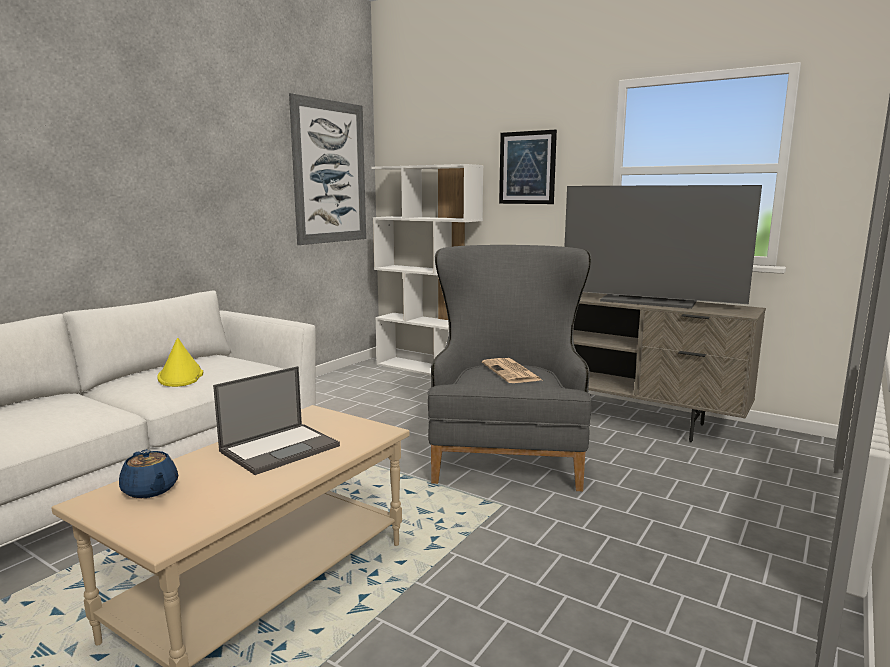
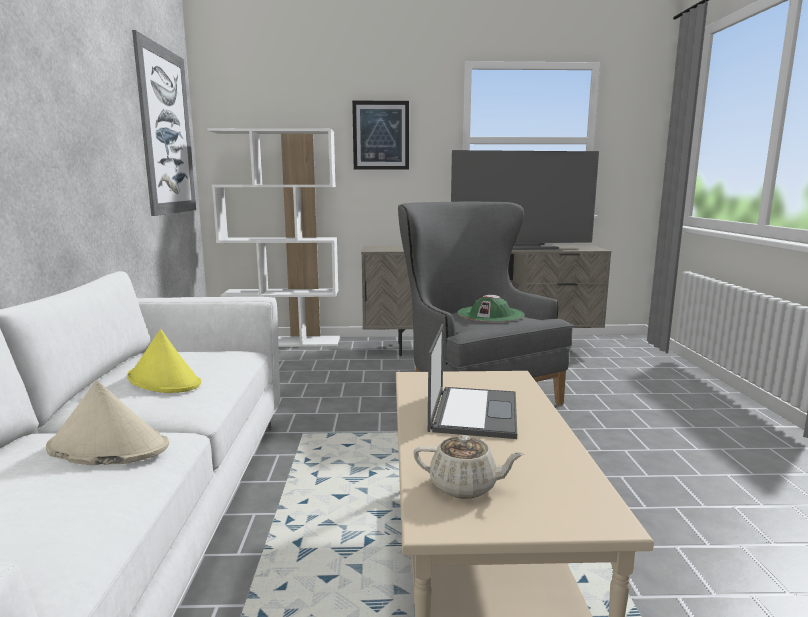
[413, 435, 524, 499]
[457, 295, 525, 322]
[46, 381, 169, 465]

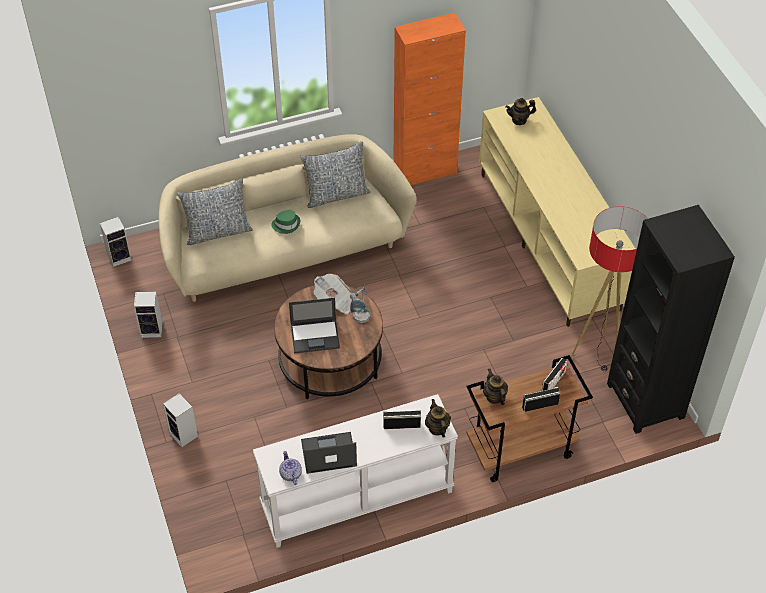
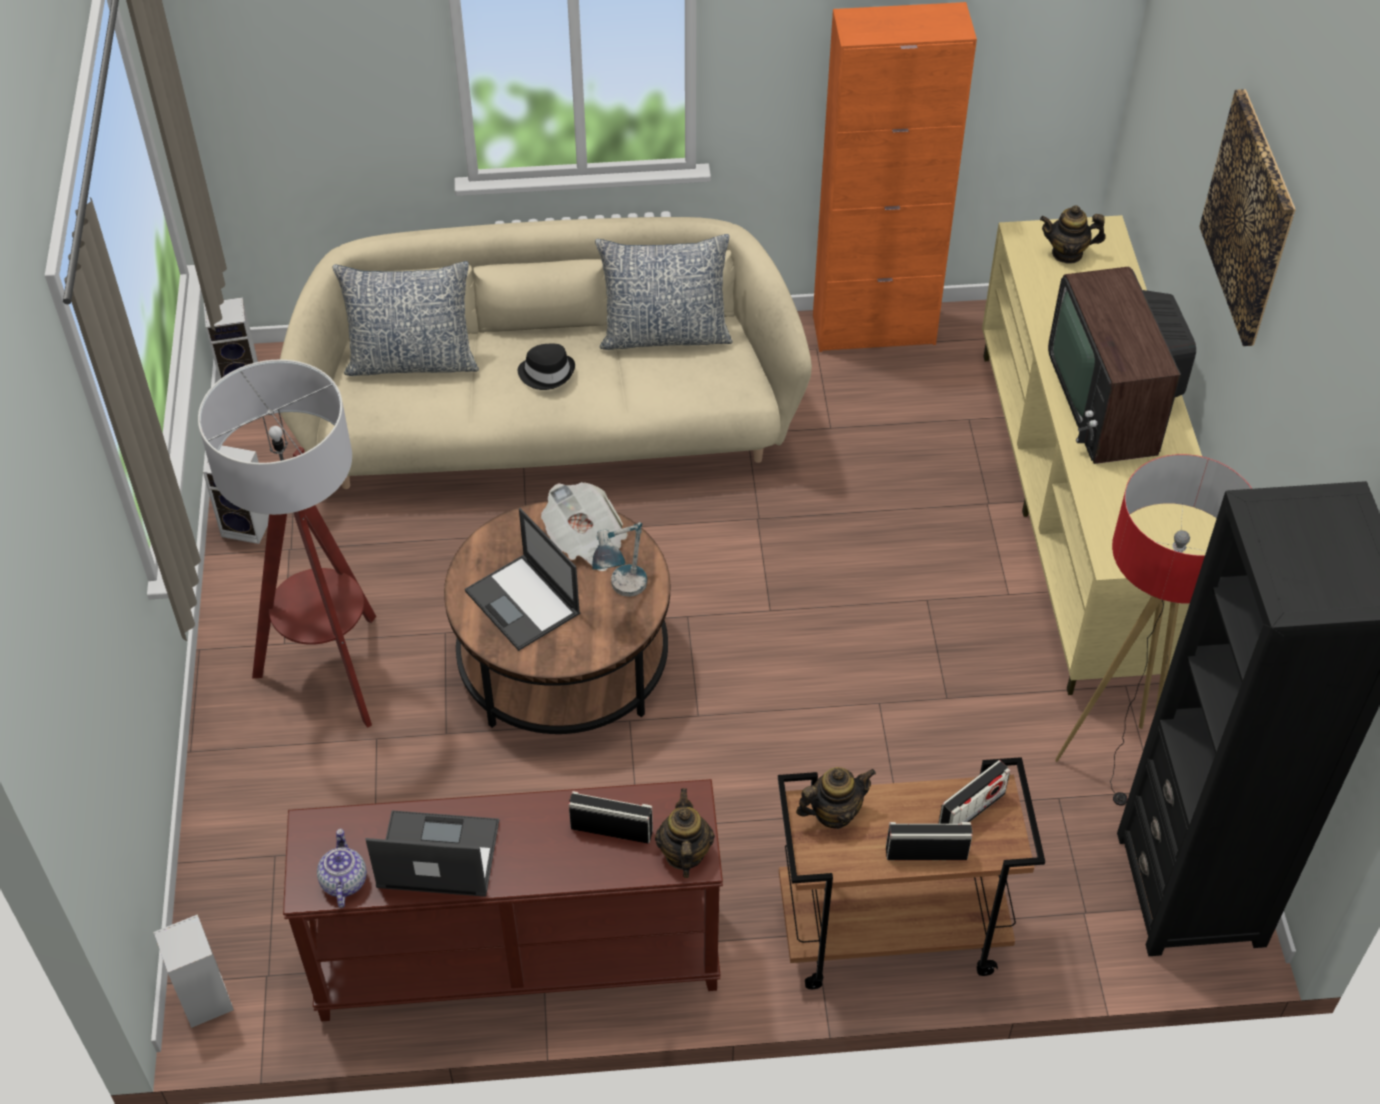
[153, 914, 234, 1028]
[283, 779, 723, 1022]
[518, 344, 575, 390]
[465, 508, 580, 651]
[796, 767, 876, 829]
[198, 360, 376, 728]
[1048, 267, 1196, 464]
[1199, 89, 1296, 346]

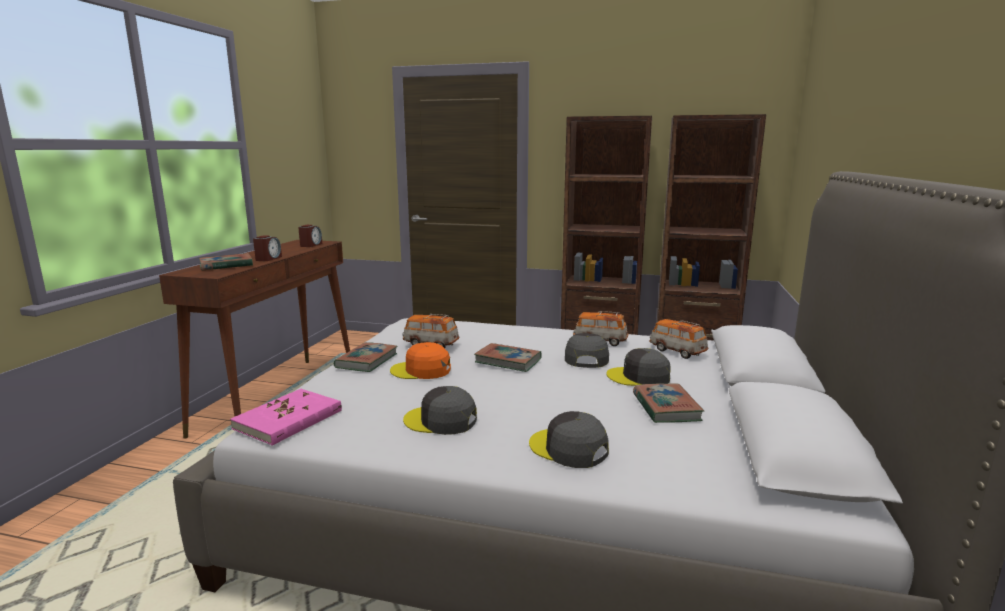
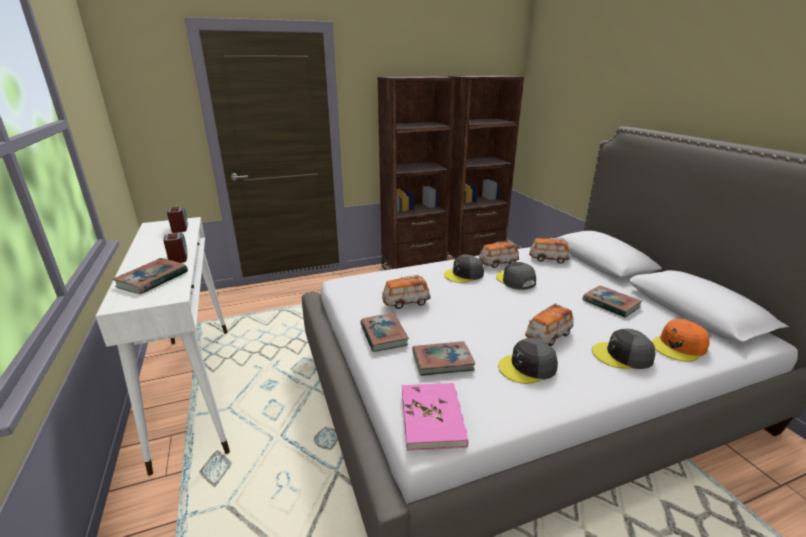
[96, 217, 230, 476]
[652, 319, 709, 362]
[412, 341, 475, 376]
[444, 255, 484, 283]
[525, 303, 573, 346]

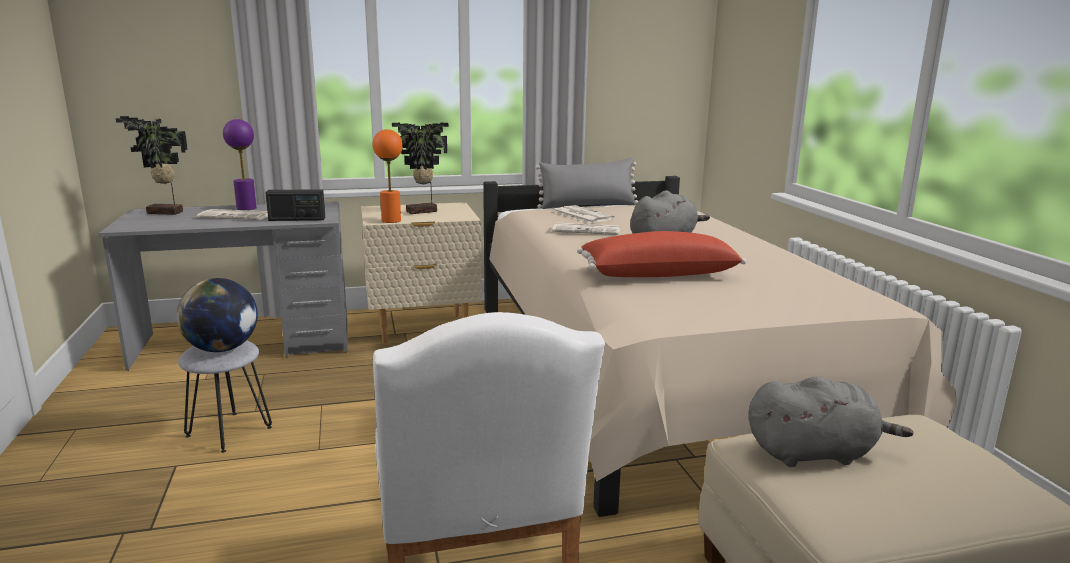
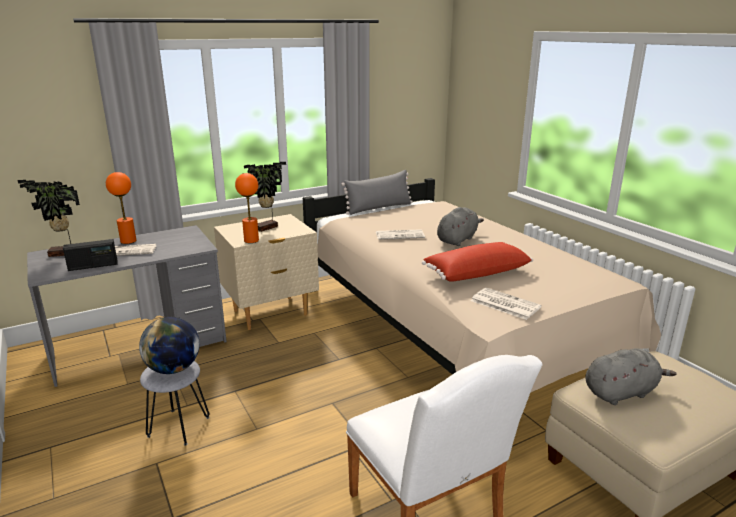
[106, 172, 136, 244]
[63, 239, 118, 271]
[471, 288, 542, 320]

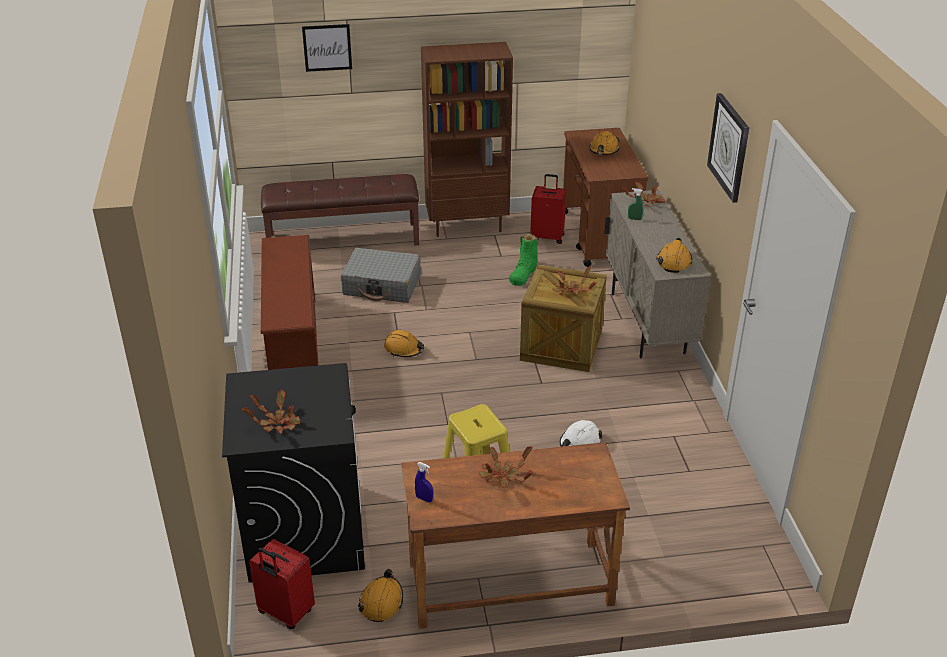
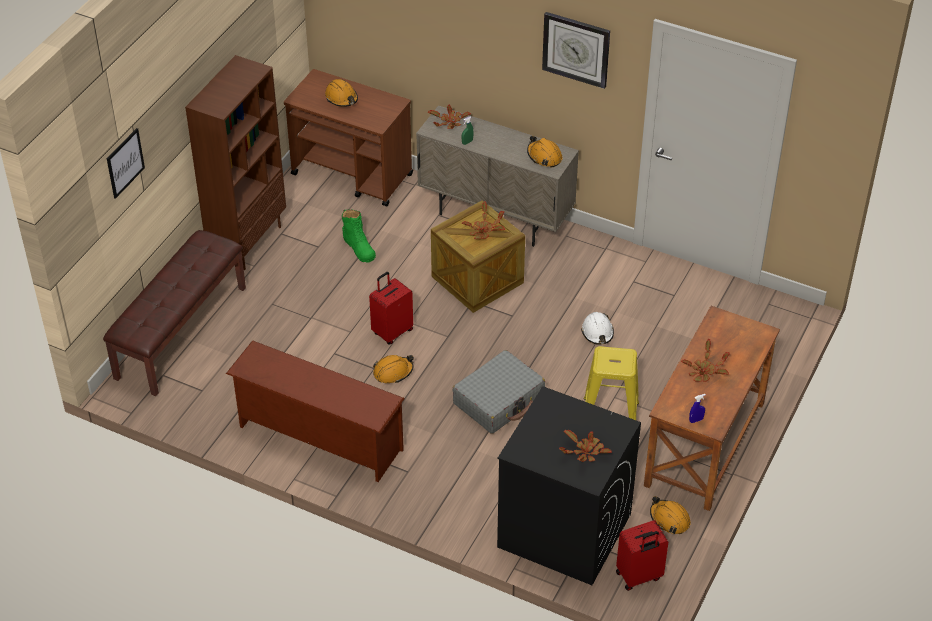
[452, 350, 545, 434]
[369, 272, 413, 345]

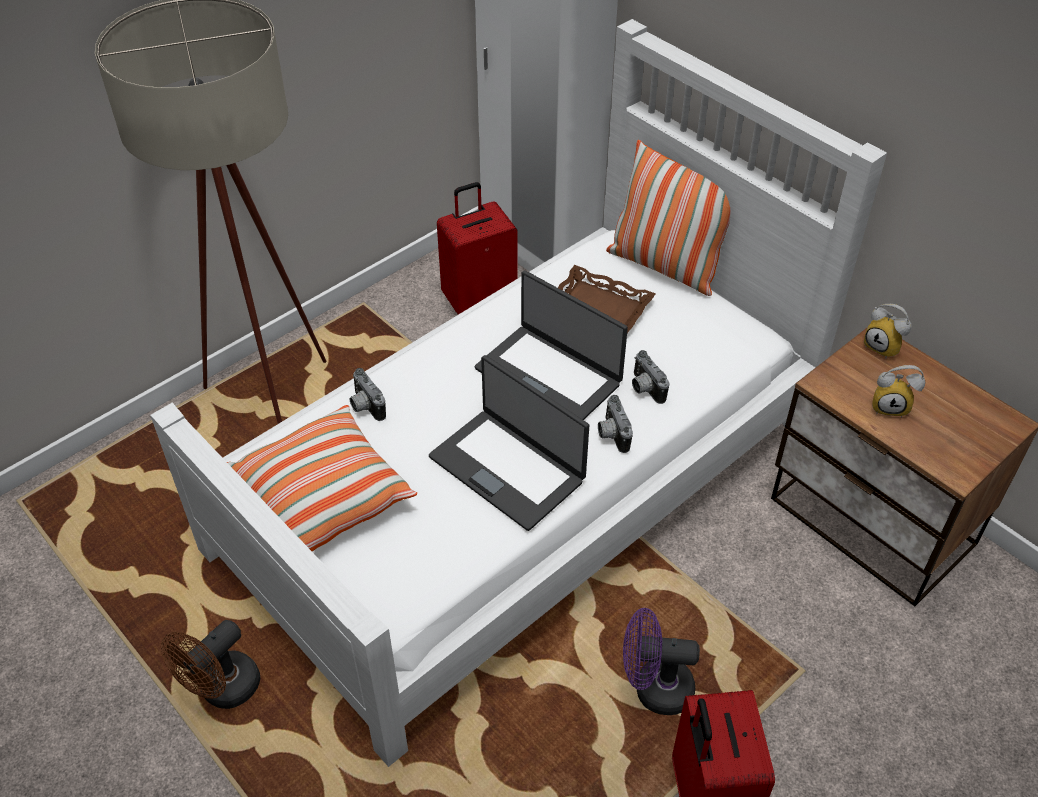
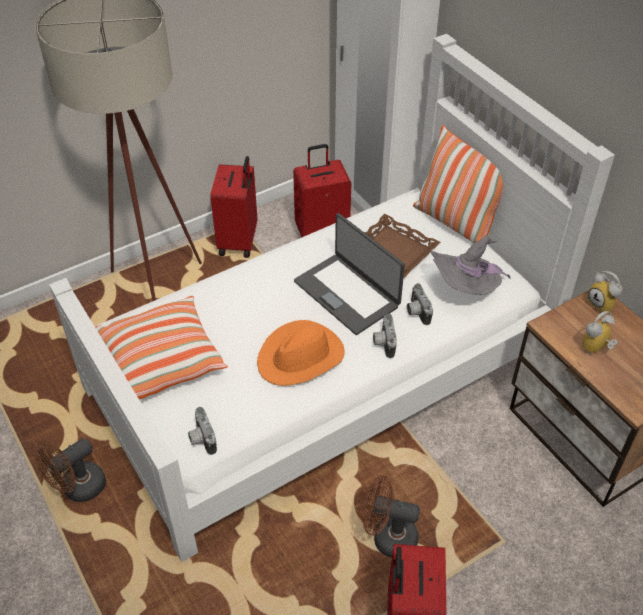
[188, 407, 217, 455]
[257, 320, 345, 386]
[362, 475, 420, 558]
[582, 311, 618, 356]
[210, 156, 257, 258]
[430, 236, 511, 295]

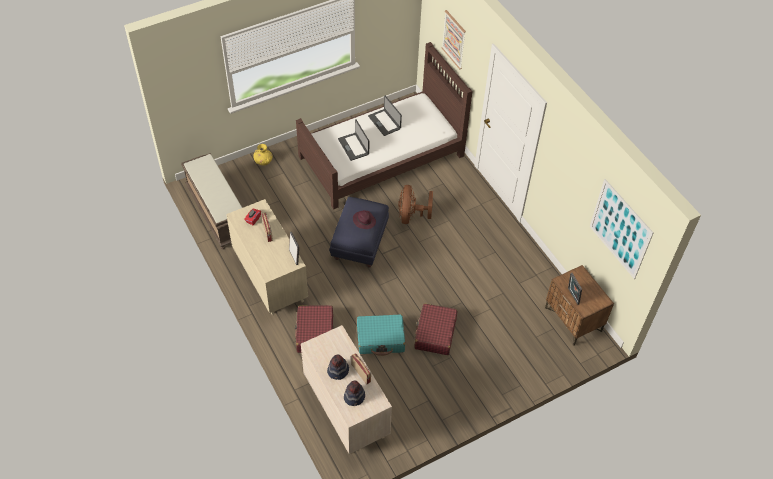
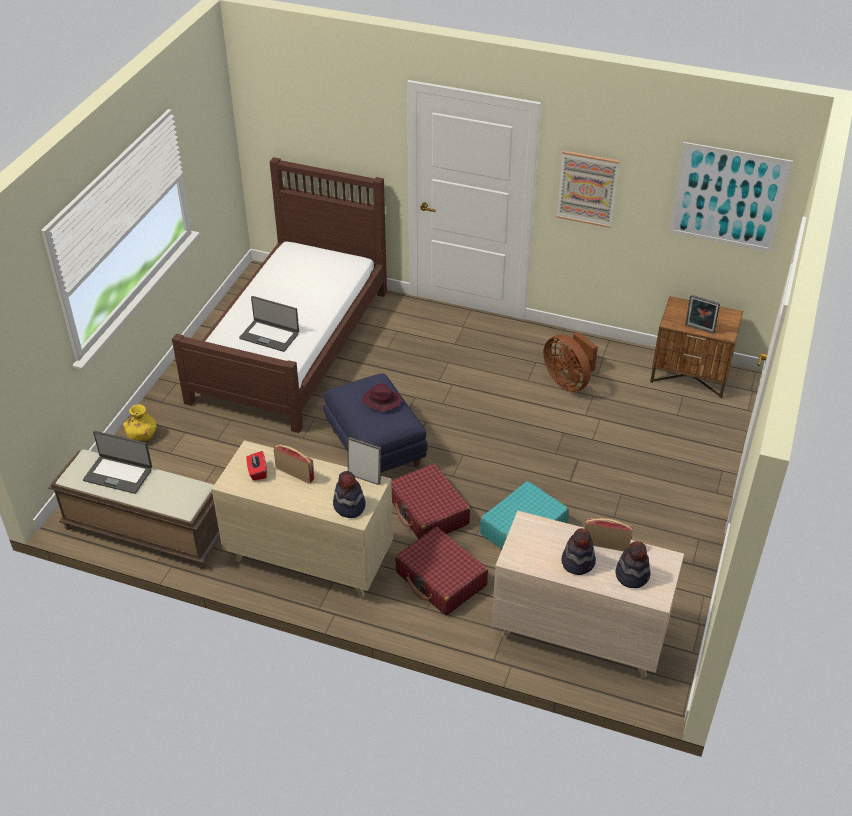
[83, 431, 152, 494]
[543, 332, 598, 392]
[391, 463, 470, 539]
[557, 151, 619, 228]
[333, 471, 366, 518]

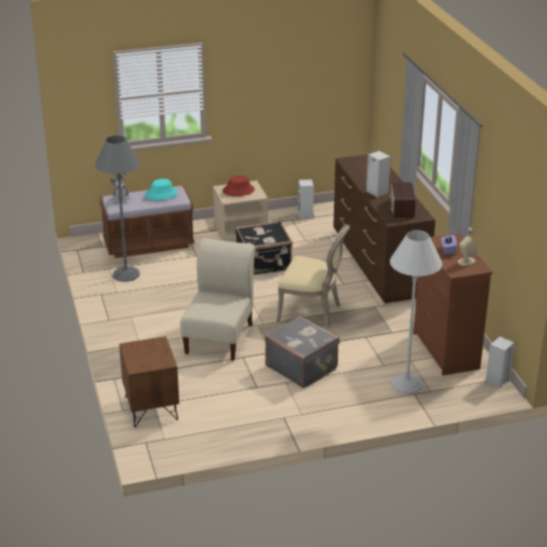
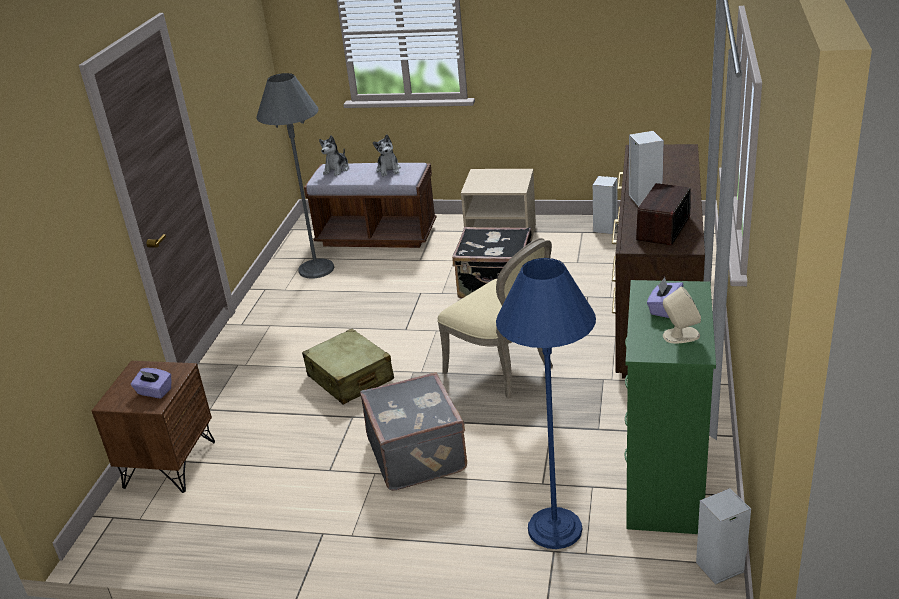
[373, 134, 401, 176]
[302, 328, 394, 404]
[223, 175, 255, 196] (first image)
[496, 258, 596, 549]
[625, 280, 716, 534]
[131, 368, 171, 399]

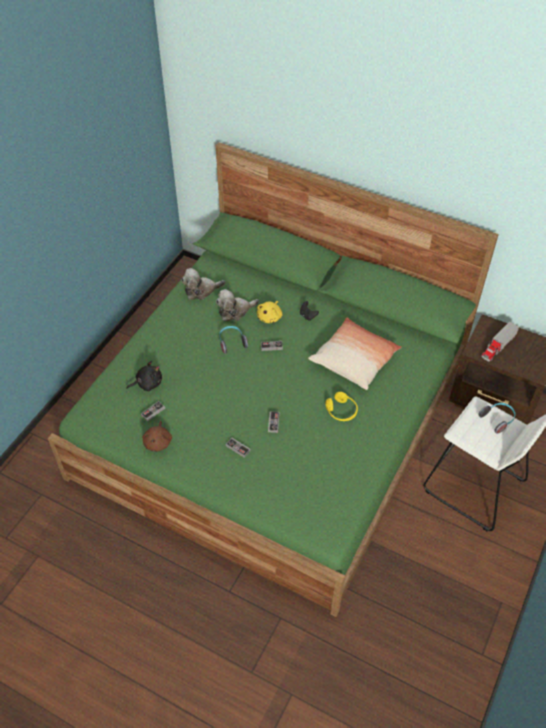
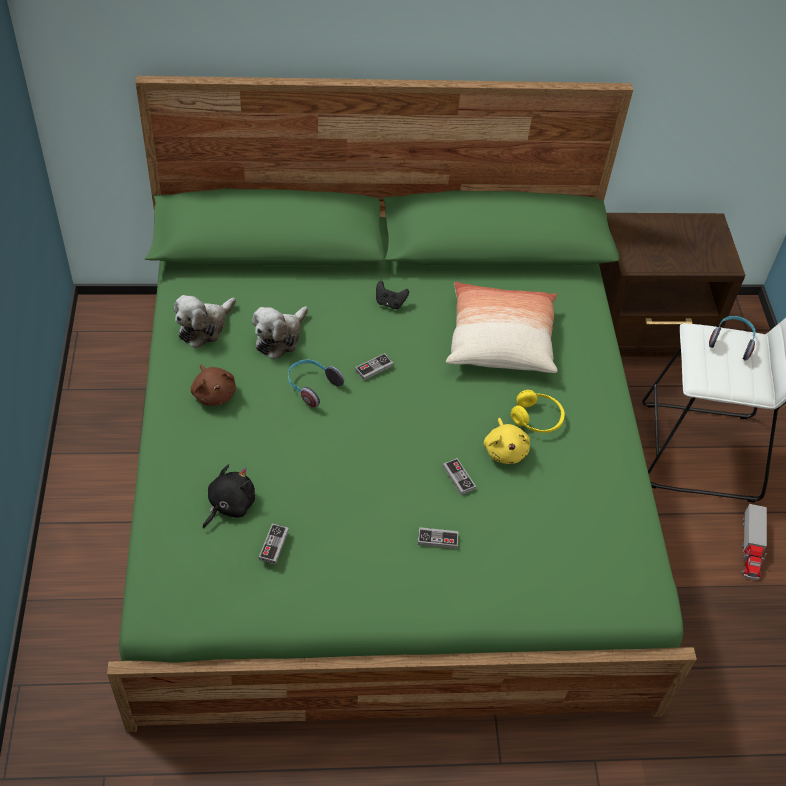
[191, 364, 236, 406]
[484, 418, 530, 464]
[742, 504, 767, 580]

